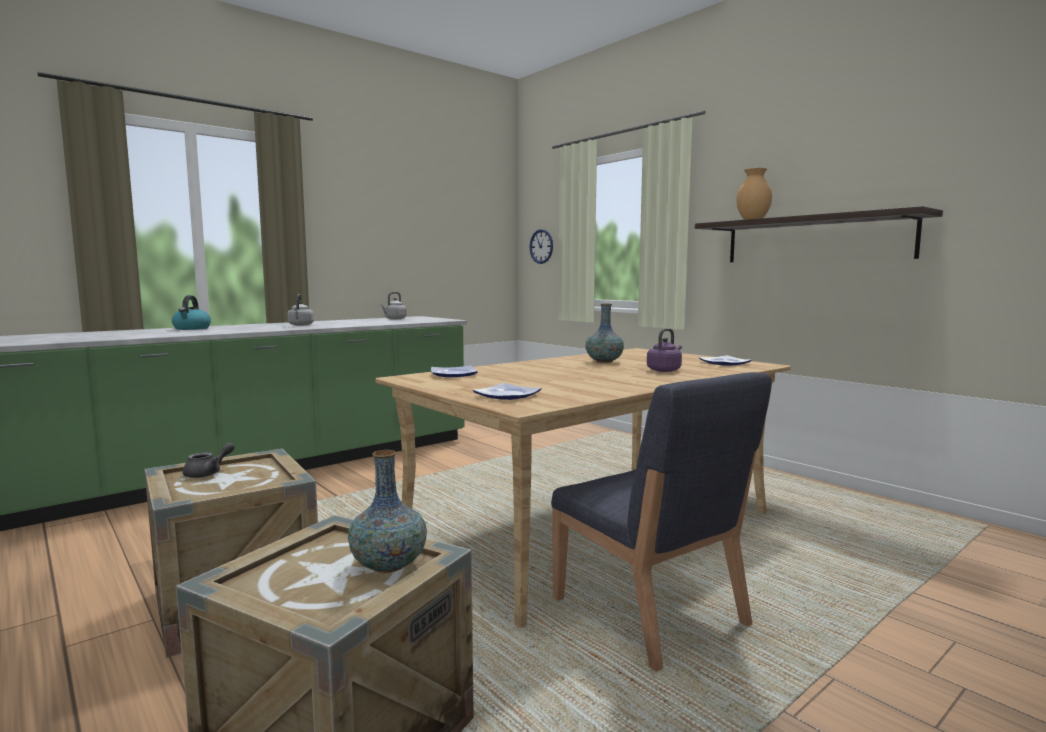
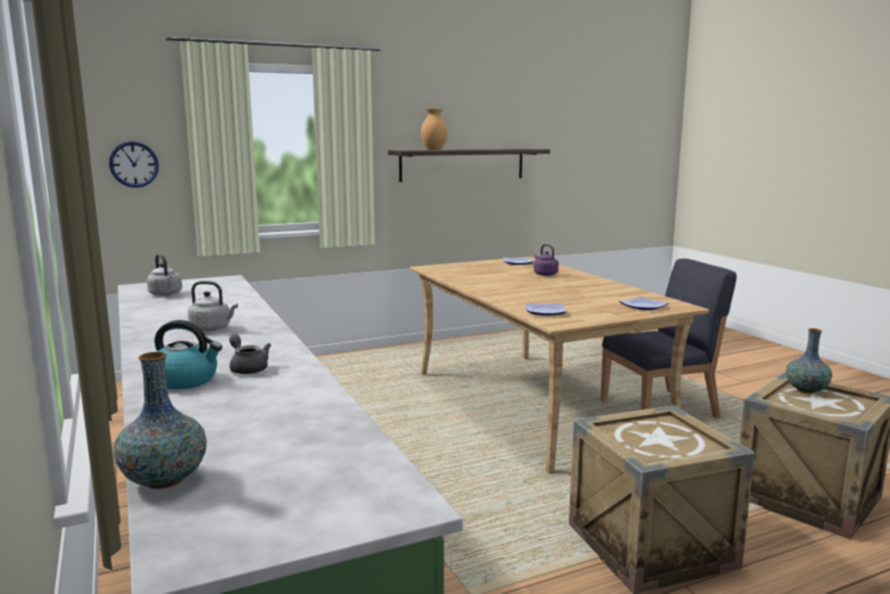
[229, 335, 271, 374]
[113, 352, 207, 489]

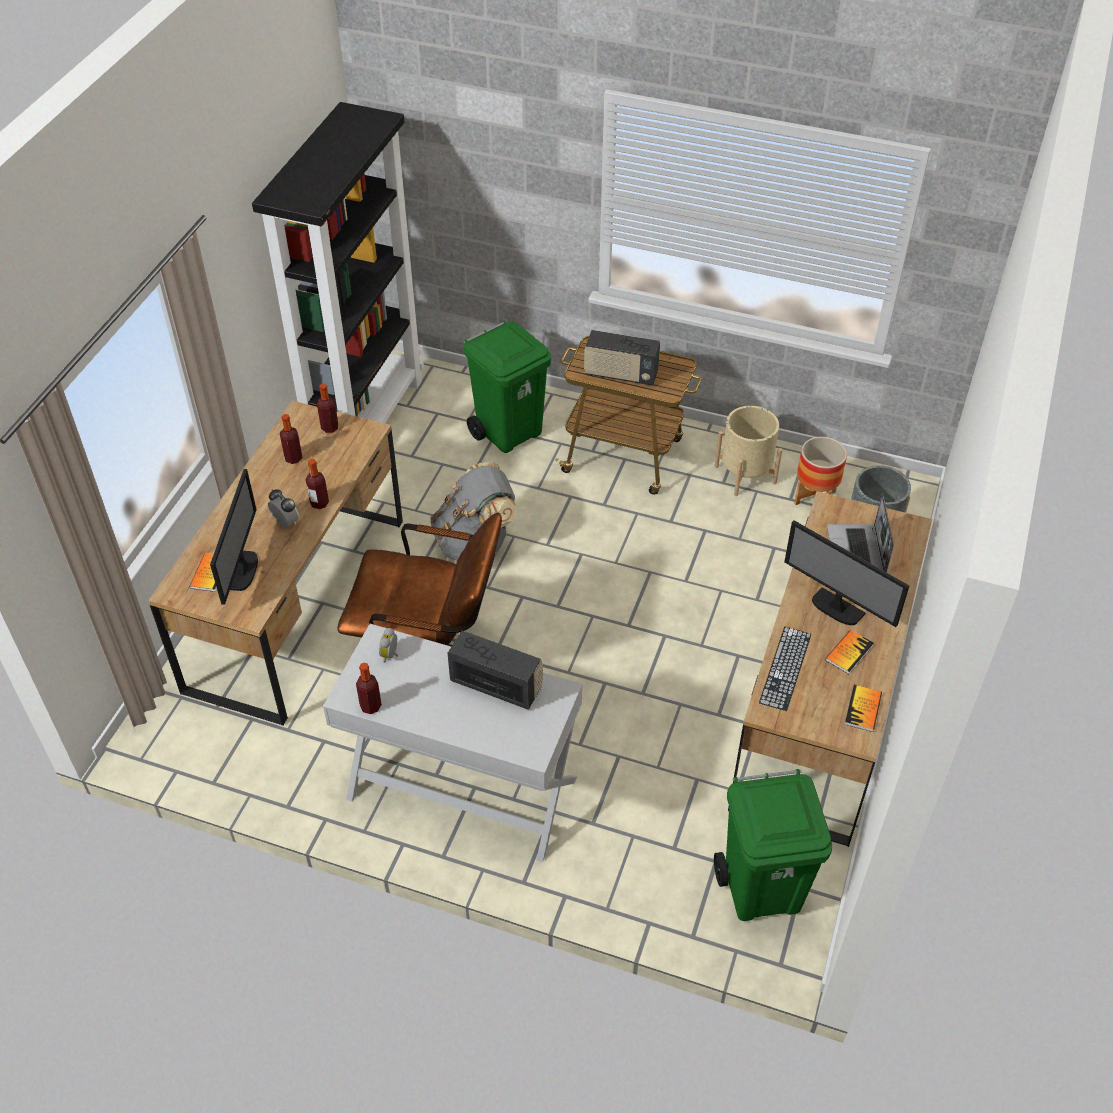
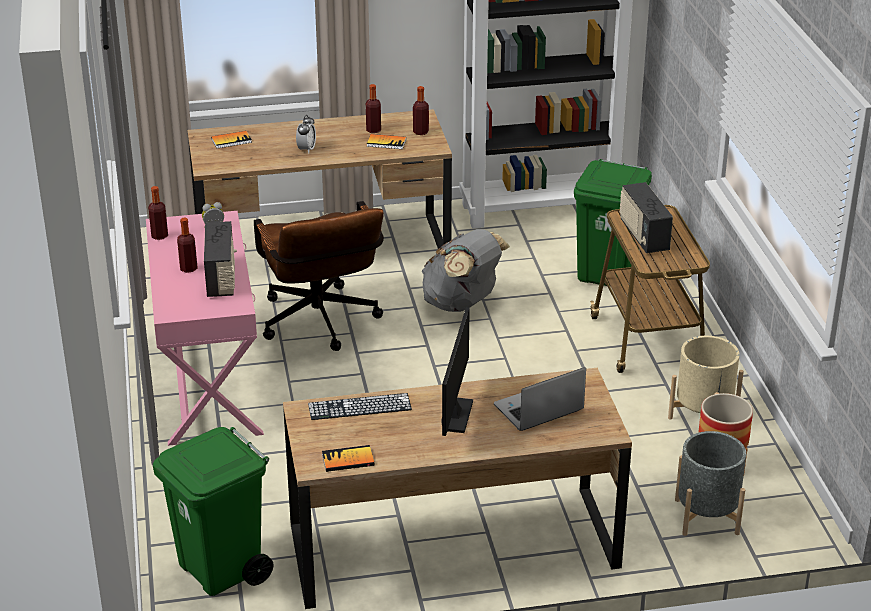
[210, 469, 258, 605] (first image)
[177, 218, 198, 273]
[146, 211, 264, 446]
[367, 134, 406, 149]

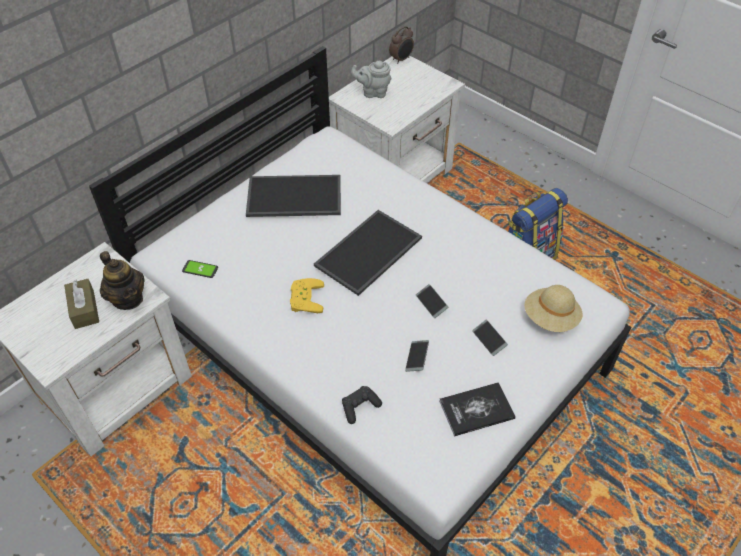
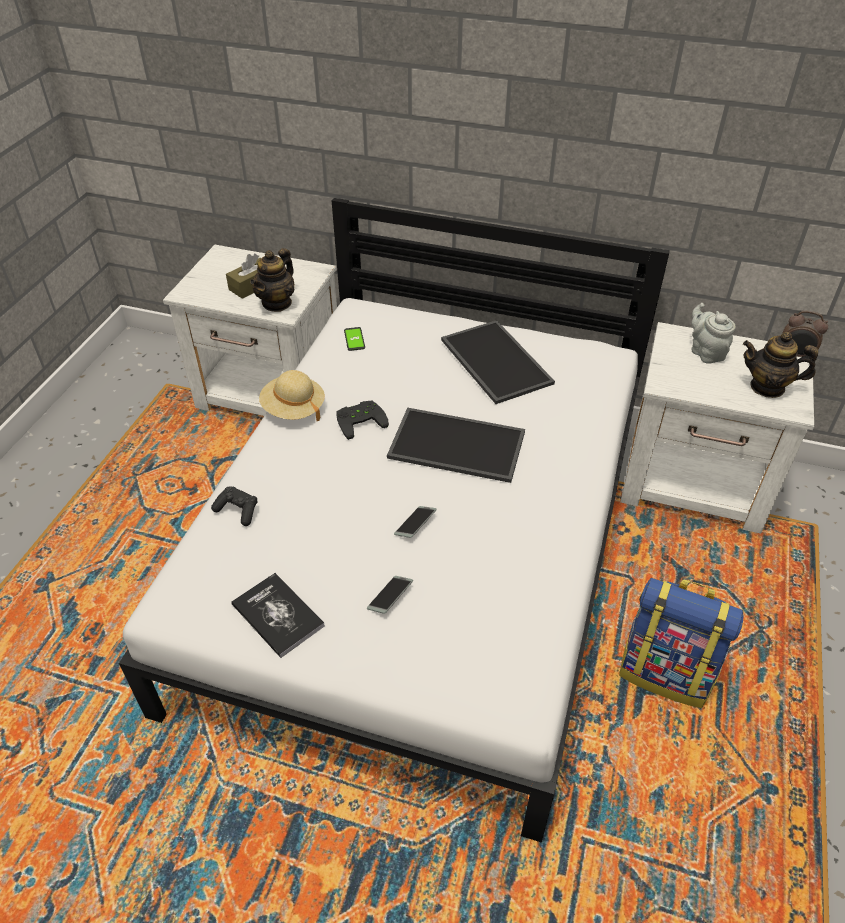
[336, 401, 389, 440]
[405, 340, 429, 372] (first image)
[259, 370, 325, 421]
[743, 332, 818, 398]

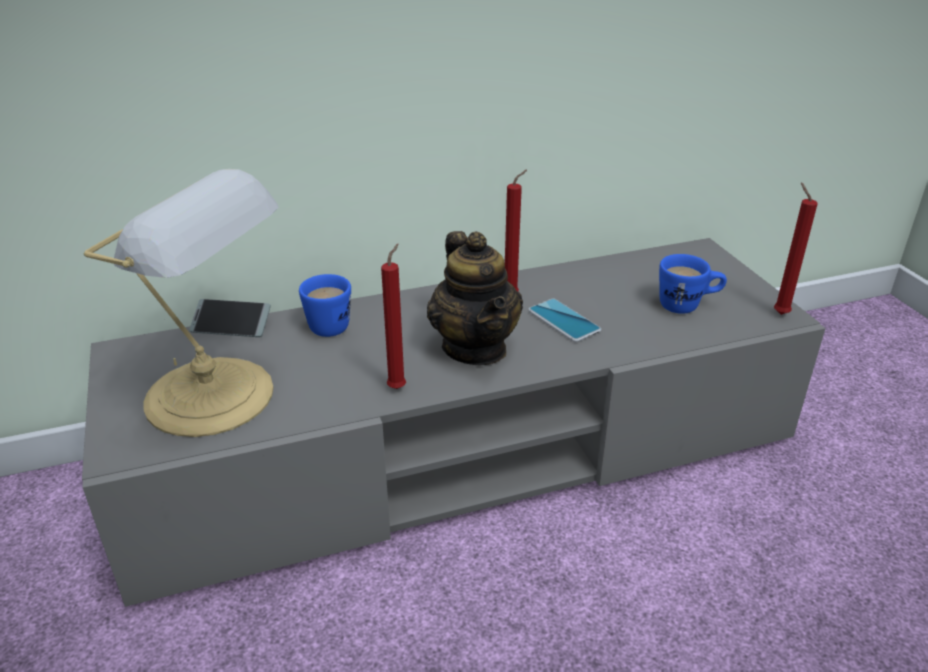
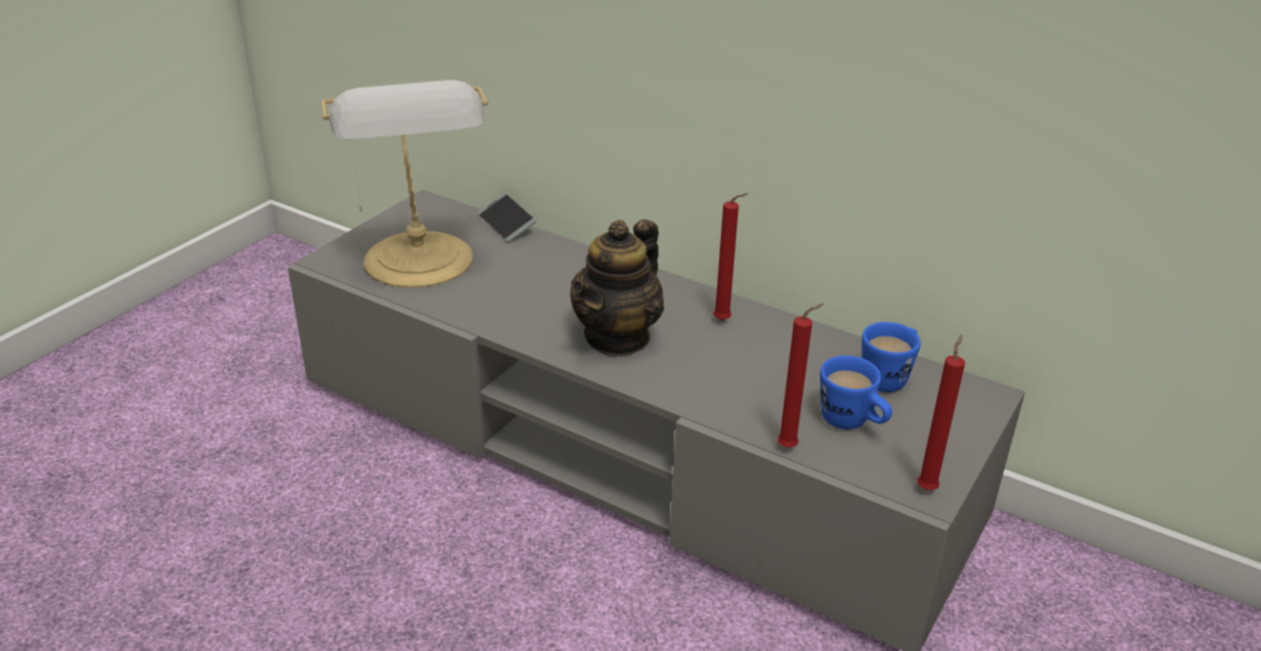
[862, 322, 921, 392]
[778, 303, 823, 448]
[528, 298, 601, 342] (first image)

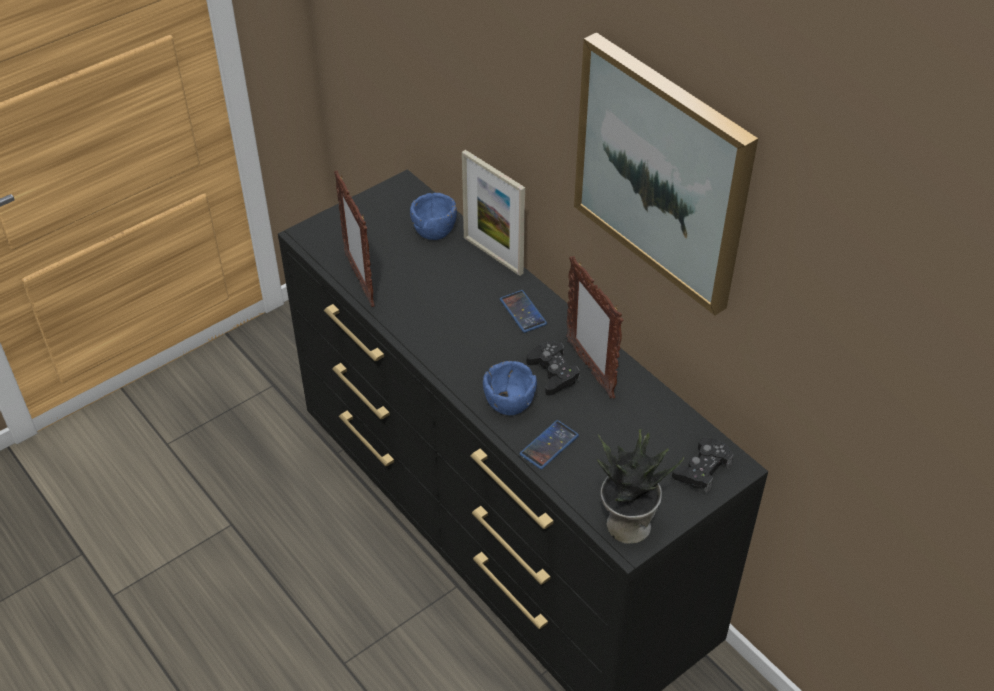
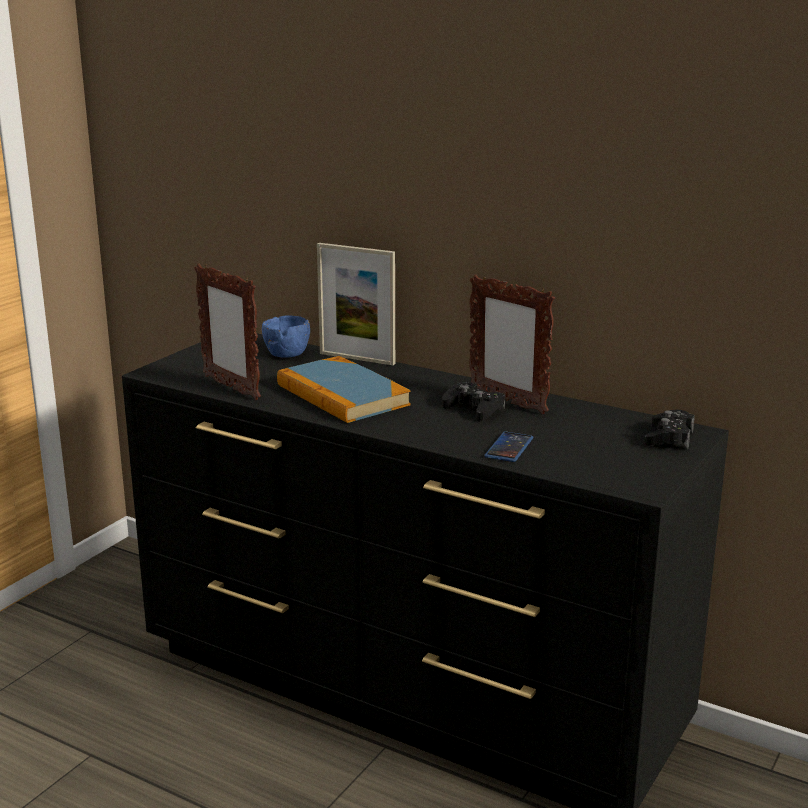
[483, 361, 537, 415] (first image)
[500, 290, 547, 333] (first image)
[574, 32, 758, 315] (first image)
[597, 429, 684, 544] (first image)
[277, 356, 410, 423]

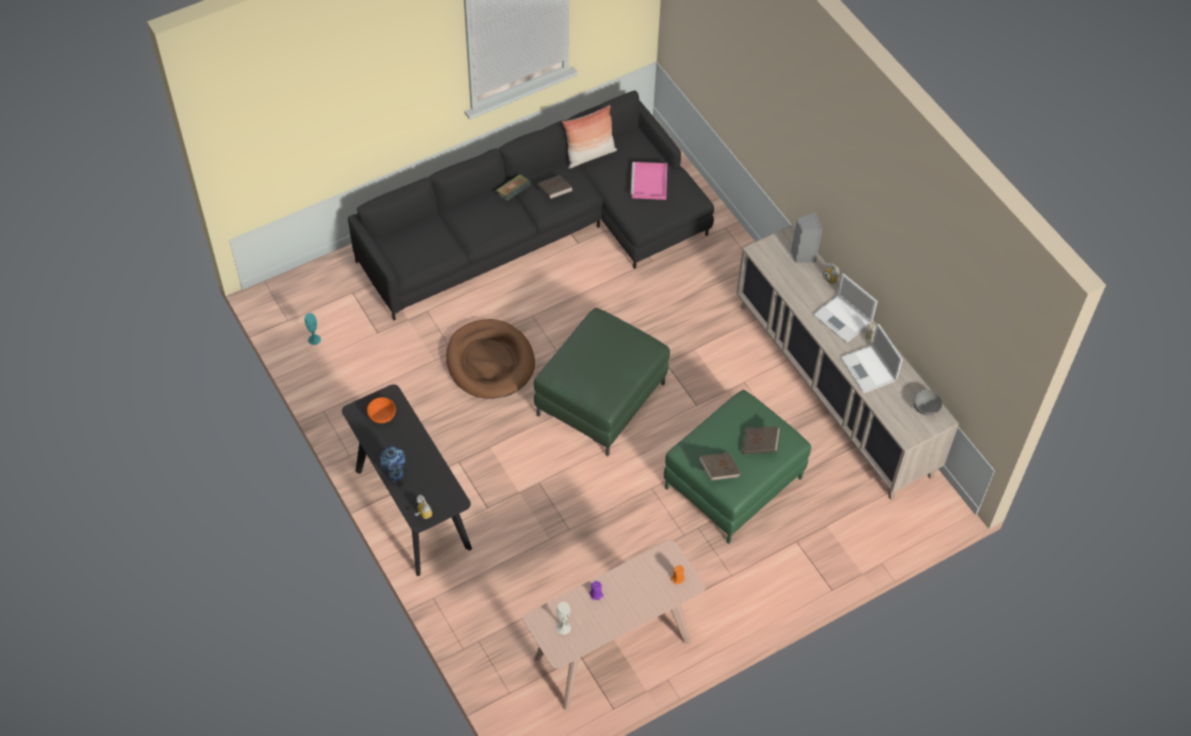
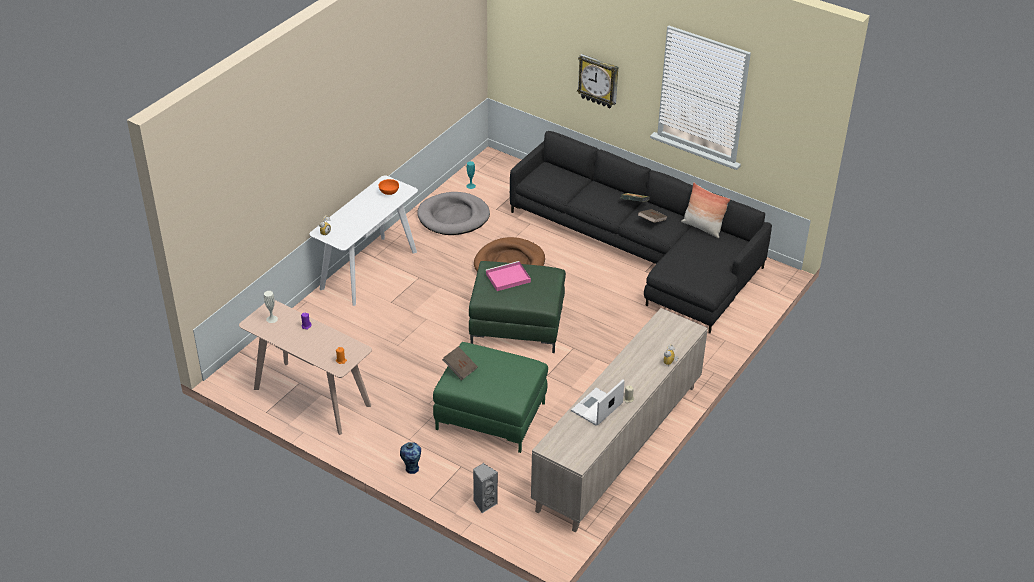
[309, 176, 418, 306]
[400, 442, 421, 474]
[485, 261, 531, 291]
[742, 426, 780, 454] (first image)
[473, 463, 498, 513]
[813, 273, 878, 343] (first image)
[914, 390, 942, 415] (first image)
[417, 192, 490, 235]
[577, 54, 618, 108]

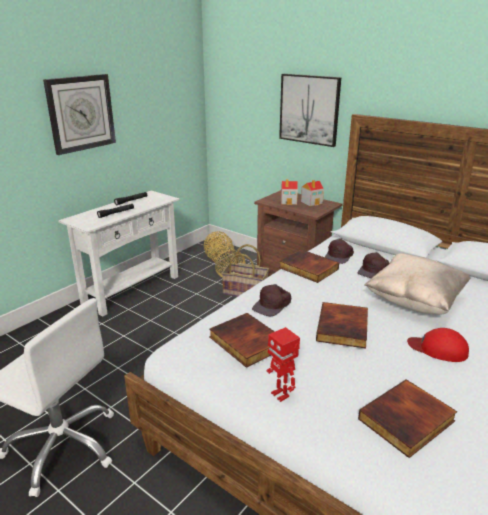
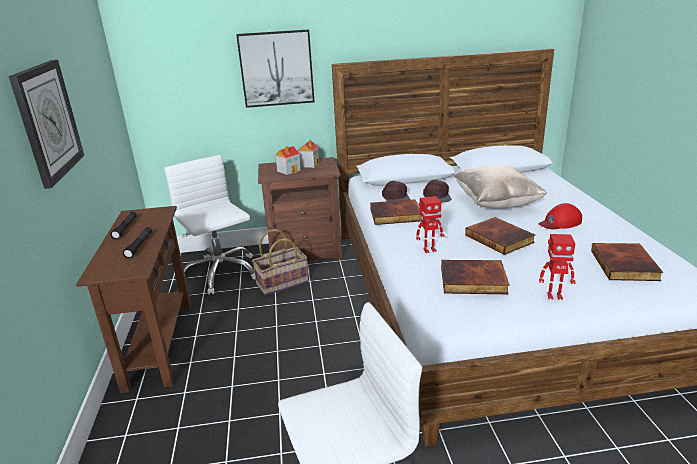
[76, 206, 191, 393]
[164, 155, 255, 294]
[416, 196, 445, 253]

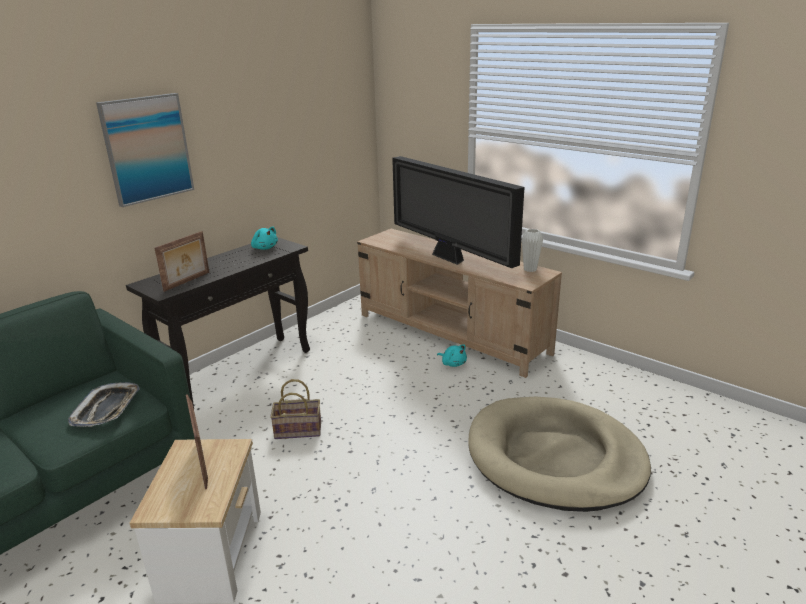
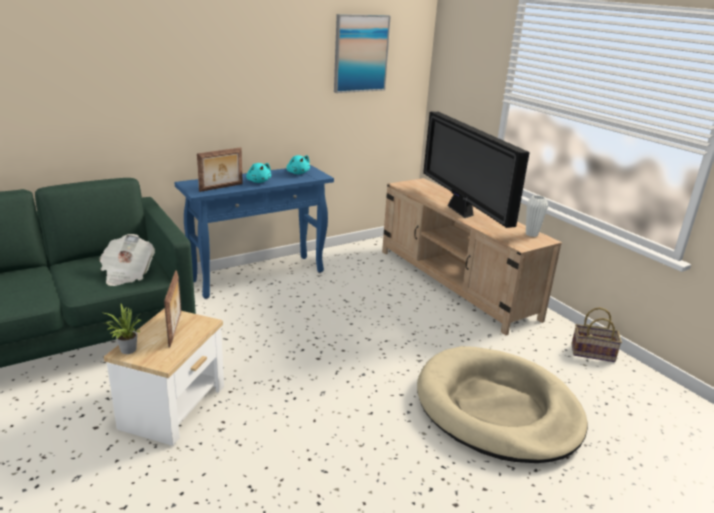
[100, 234, 155, 286]
[334, 14, 391, 93]
[174, 165, 334, 299]
[571, 307, 622, 362]
[246, 163, 271, 183]
[103, 304, 142, 354]

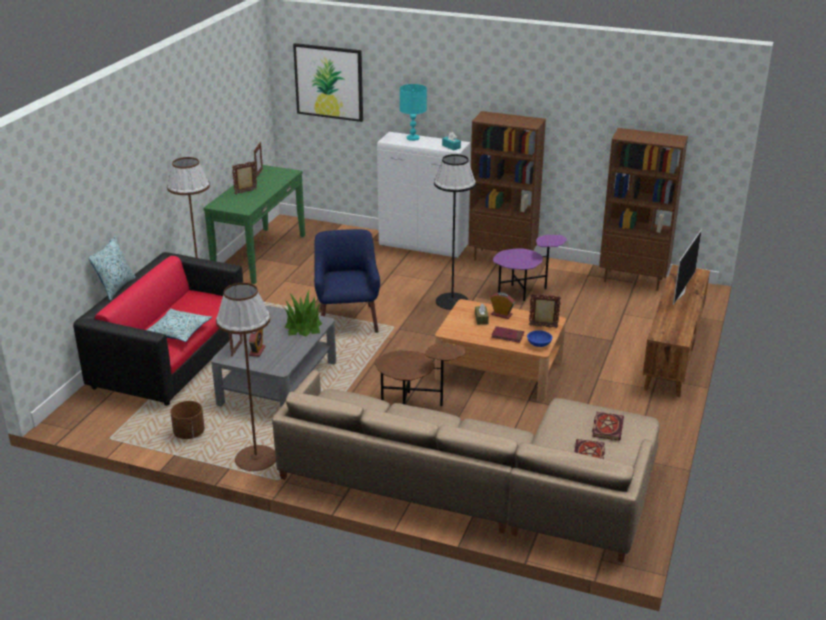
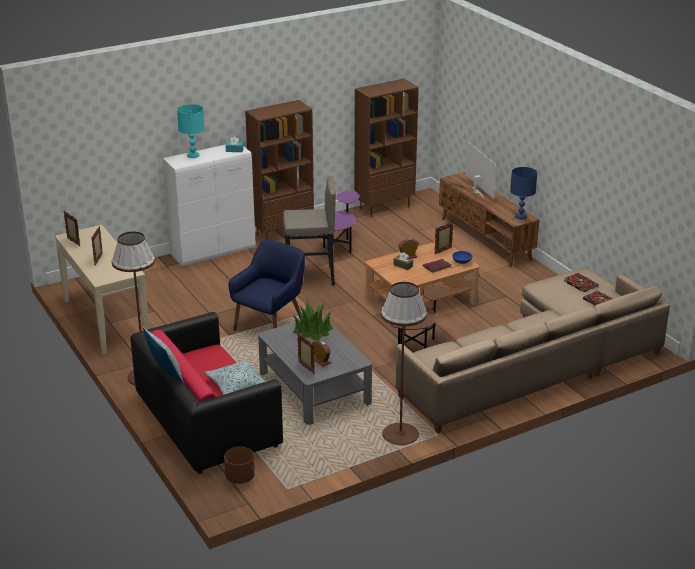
[224, 447, 255, 484]
[55, 225, 149, 355]
[293, 43, 363, 122] (first image)
[229, 240, 305, 331]
[283, 176, 336, 286]
[510, 167, 537, 219]

